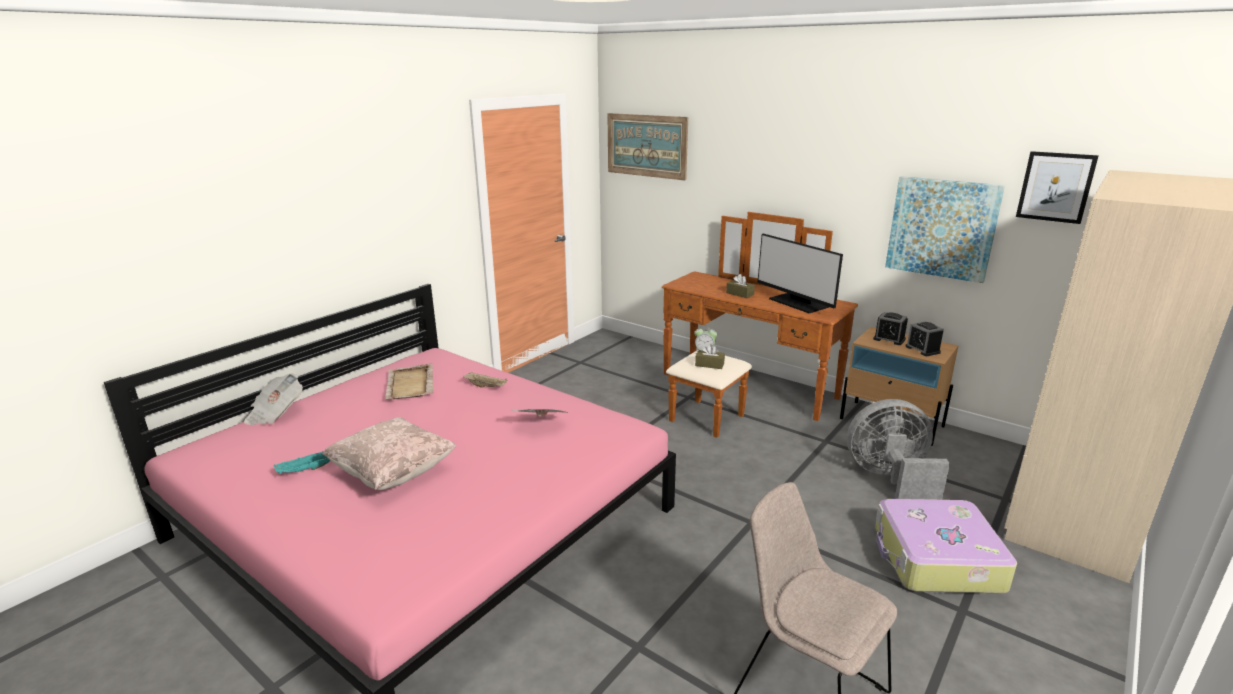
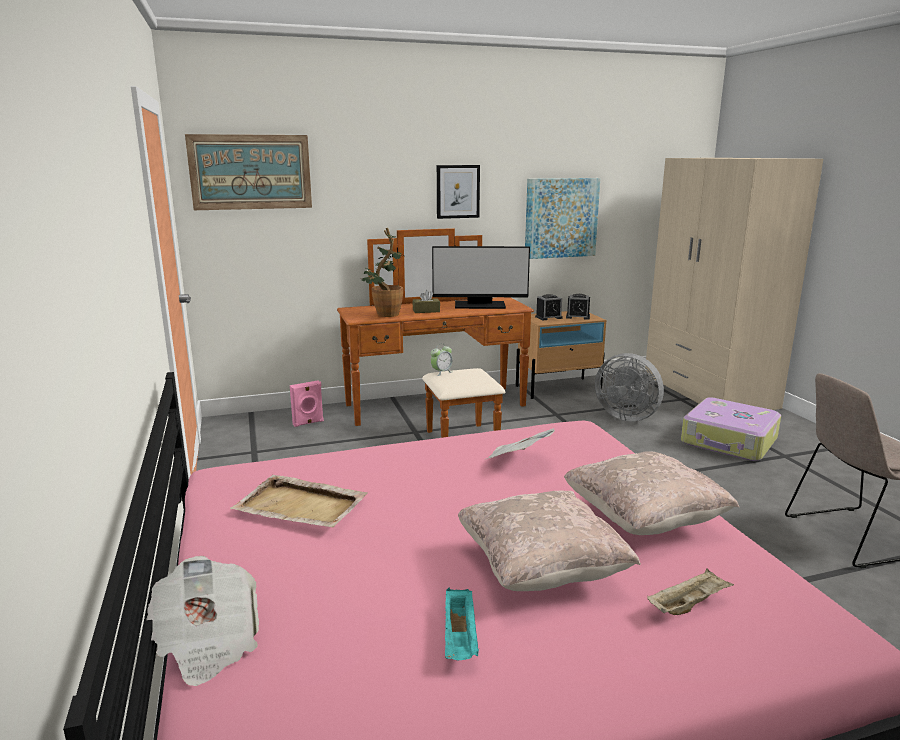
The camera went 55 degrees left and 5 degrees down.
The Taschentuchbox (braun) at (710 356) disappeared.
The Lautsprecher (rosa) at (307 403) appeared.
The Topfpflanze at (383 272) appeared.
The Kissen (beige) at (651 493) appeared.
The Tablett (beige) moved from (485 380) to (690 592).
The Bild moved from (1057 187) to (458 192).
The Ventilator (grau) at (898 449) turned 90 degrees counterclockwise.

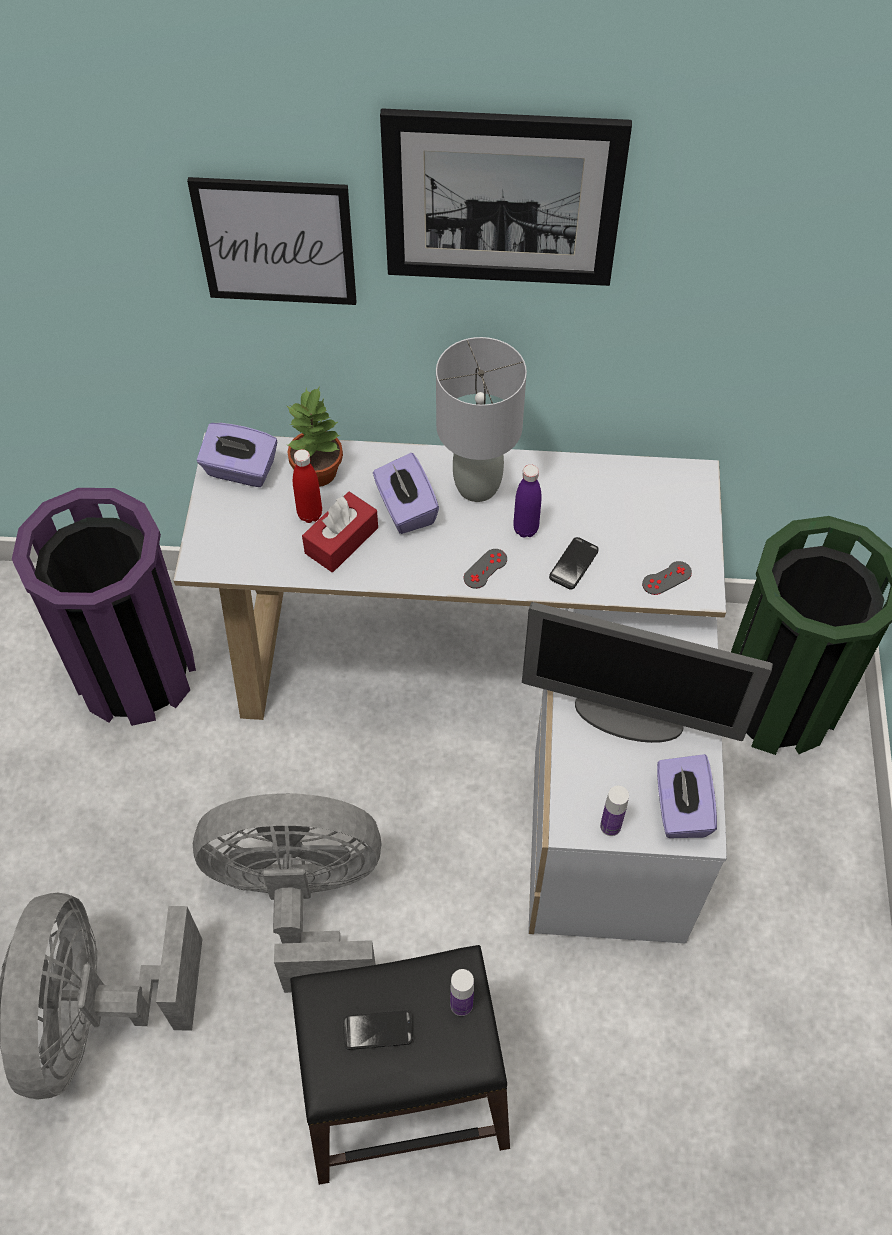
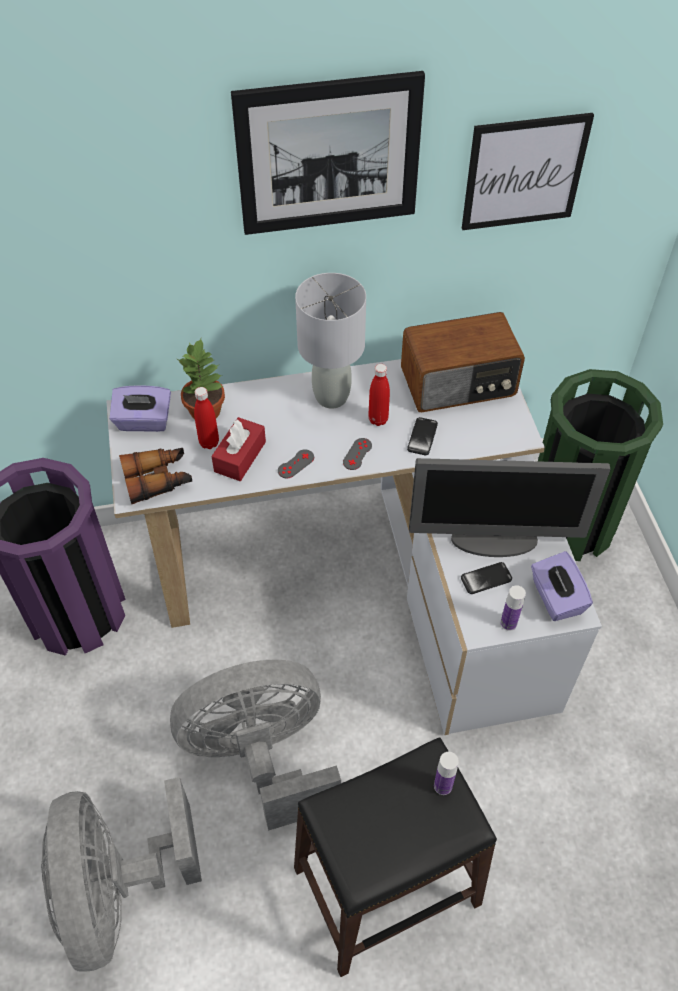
The camera went 15 degrees left and 5 degrees down.
The Taschentuchbox (lila) at (406 493) disappeared.
The Fernglas at (155 476) appeared.
The Radio at (463 362) appeared.
The Bild moved from (271 241) to (528 171).
The Handy moved from (378 1030) to (486 578).
The Gamepad (grau) moved from (667 578) to (296 463).
The Flasche (lila) at (527 500) became the Flasche (rot) at (379 395).

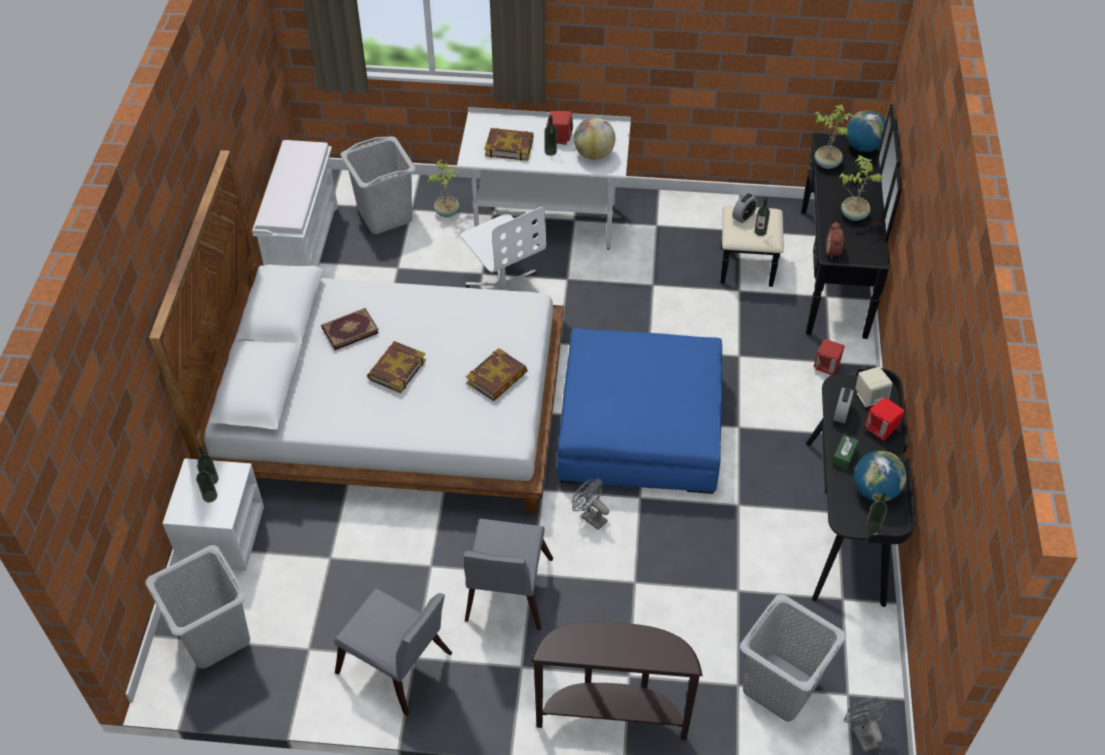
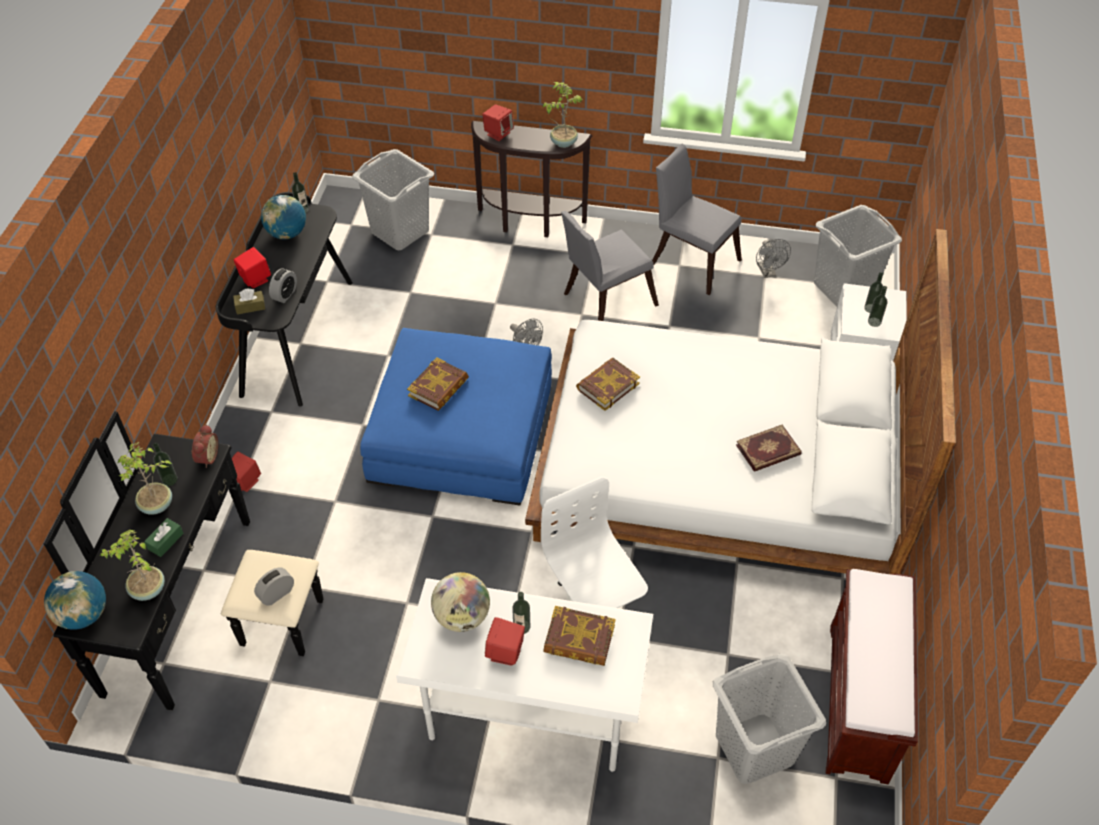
The camera went 175 degrees left and 0 degrees up.
The Lautsprecher (rot) at (498 122) appeared.
The Buch moved from (396 367) to (438 384).
The Topfpflanze moved from (444 188) to (562 115).
The Flasche moved from (762 216) to (165 464).
The Taschentuchbox (grün) moved from (845 452) to (164 537).
The Ventilator (grau) moved from (866 725) to (773 258).
The Lautsprecher (beige) at (874 387) was replaced by the Taschentuchbox (braun) at (249 301).
The Bank (weiß) at (295 203) became the Bank (braun) at (872 676).
The Stuhl (grau) at (508 574) turned 135 degrees counterclockwise.

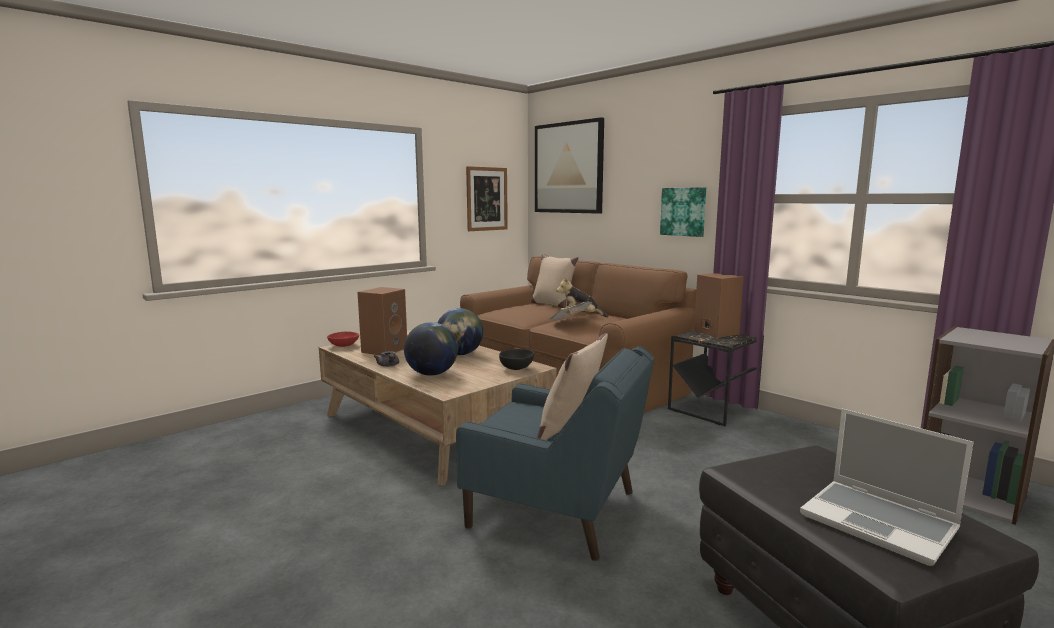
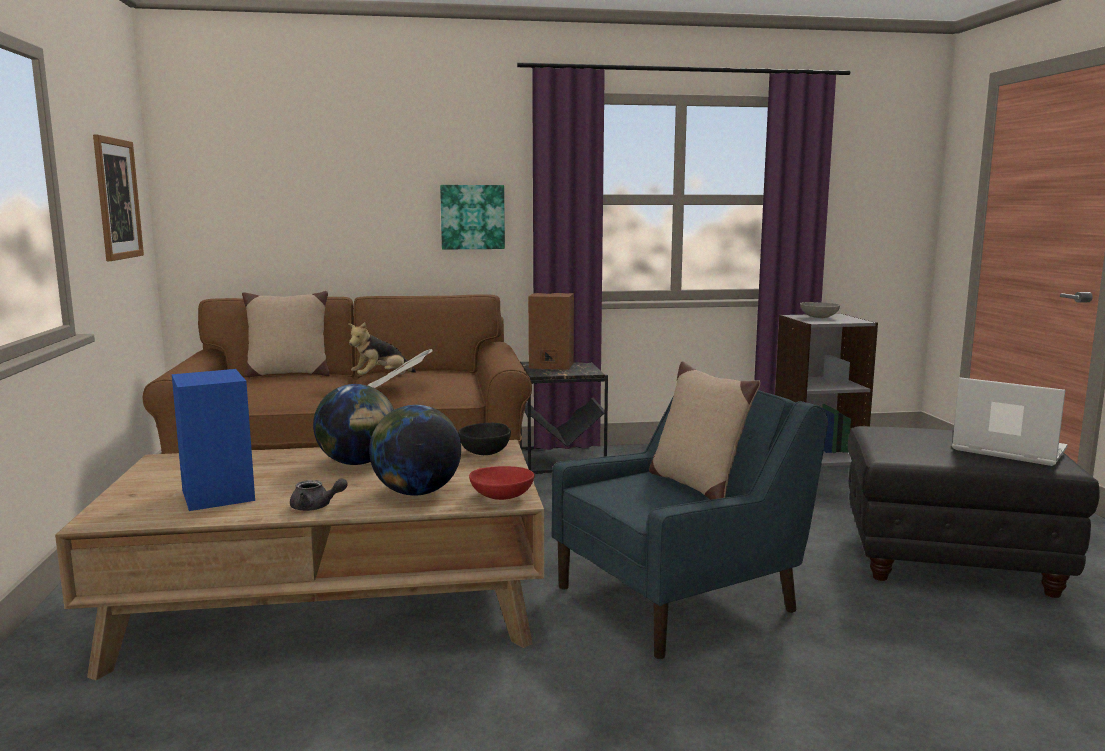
The camera went 55 degrees left and 0 degrees up.
The Bild at (569 165) disappeared.
The Schüssel (grau) at (820 310) appeared.
The Schüssel (rot) moved from (343 339) to (501 483).
The Lautsprecher (braun) at (382 321) became the Lautsprecher (blau) at (213 440).
The Laptop at (887 487) turned 135 degrees counterclockwise.

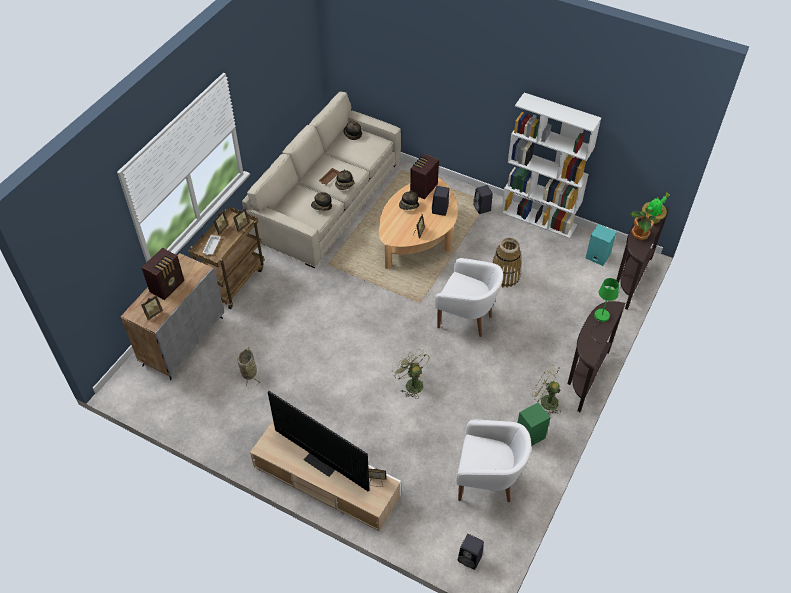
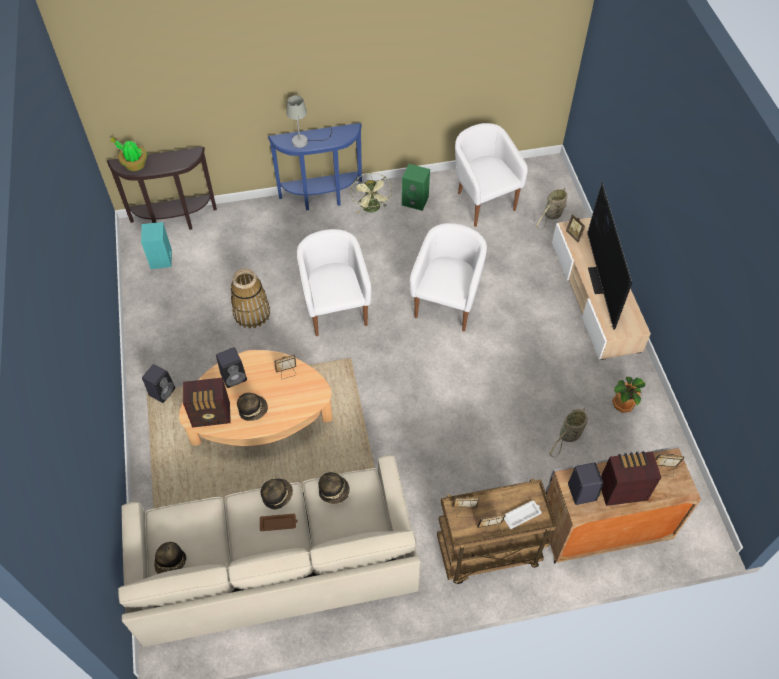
The camera went 130 degrees left and 5 degrees up.
The Bücherregal (weiß) at (551 166) disappeared.
The Korb at (551 208) appeared.
The Lautsprecher (schwarz) moved from (471 552) to (585 483).
The Topfpflanze moved from (643 224) to (628 395).
The Ventilator (grün) at (410 374) was replaced by the Sessel (weiß) at (448 277).
The Konsolentisch (braun) at (597 356) became the Konsolentisch (blau) at (315 167).
The Tischlampe (grün) at (605 311) became the Tischlampe (grau) at (309 121).

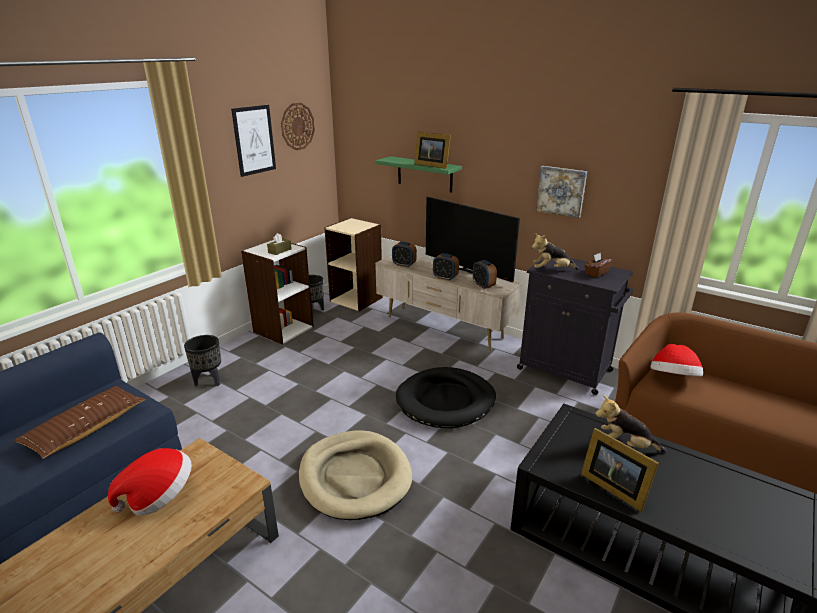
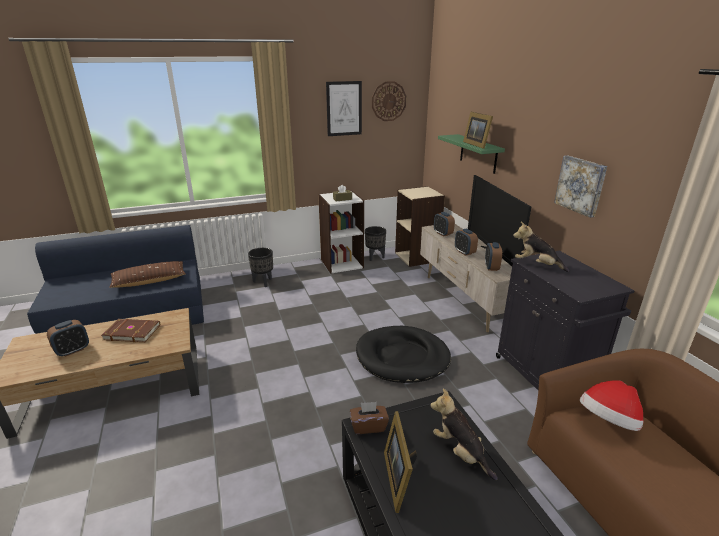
The camera went 35 degrees right and 0 degrees up.
The Hundebett (beige) at (355 475) disappeared.
The Wecker at (68 338) appeared.
The Taschentuchbox (braun) moved from (598 265) to (369 418).
The Hut at (150 482) was replaced by the Buch (braun) at (130 330).

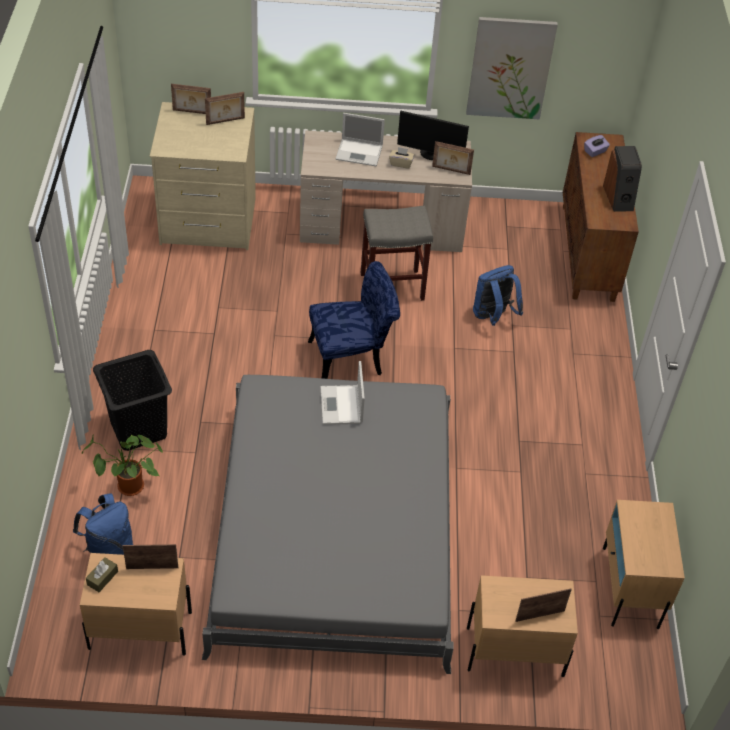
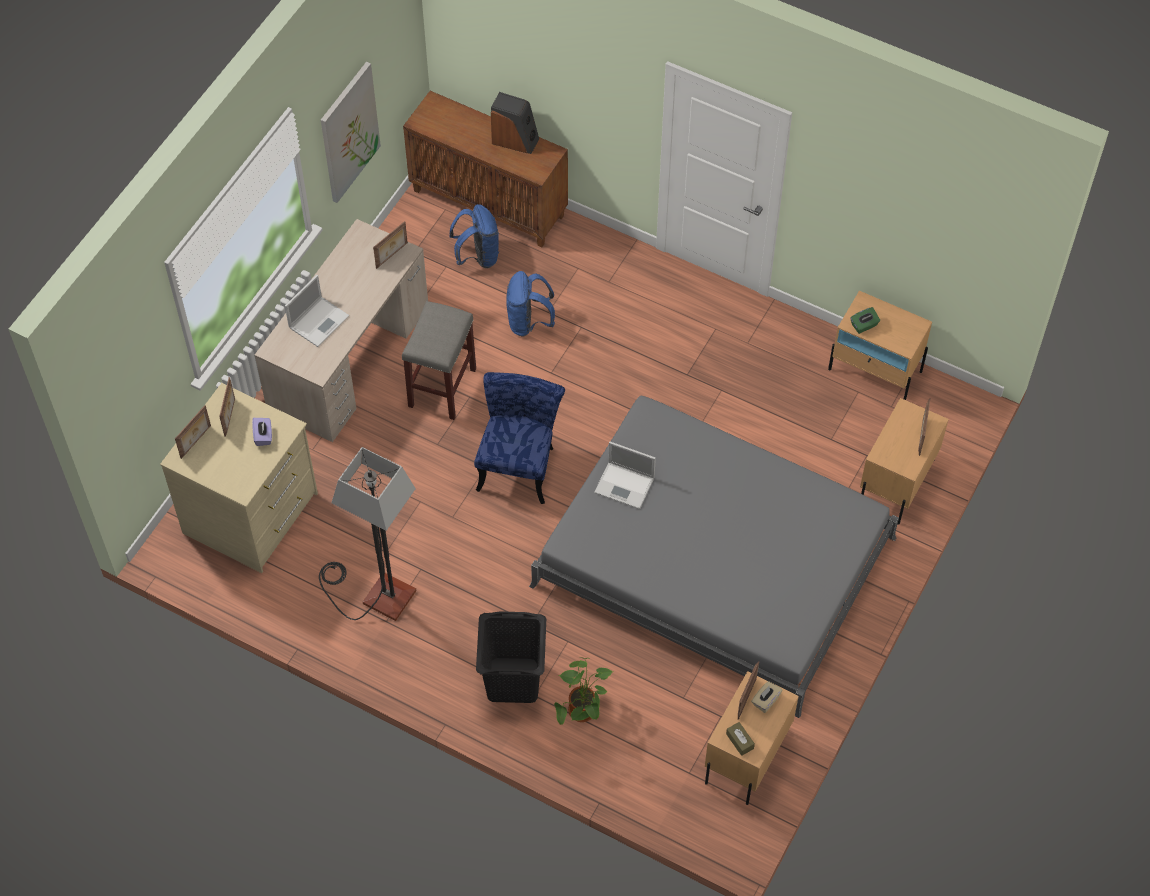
The camera went 60 degrees left and 10 degrees up.
The Monitor at (433 135) disappeared.
The Stehlampe at (367 534) appeared.
The Taschentuchbox (grün) at (865 320) appeared.
The Rucksack (blau) moved from (103 524) to (474 236).
The Taschentuchbox (beige) moved from (401 158) to (766 697).
The Taschentuchbox (lila) moved from (597 146) to (262 432).

